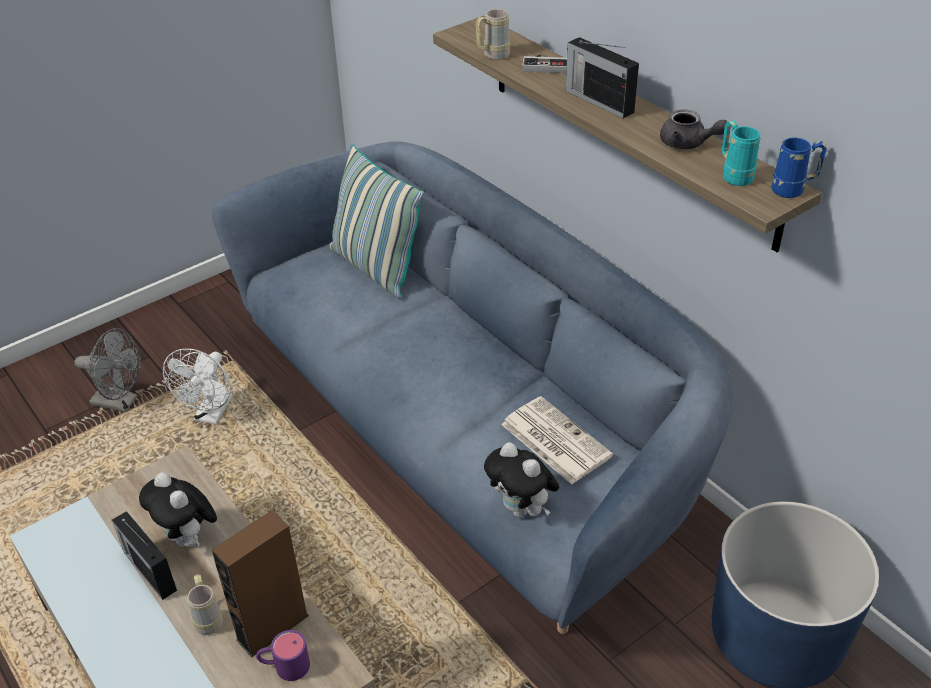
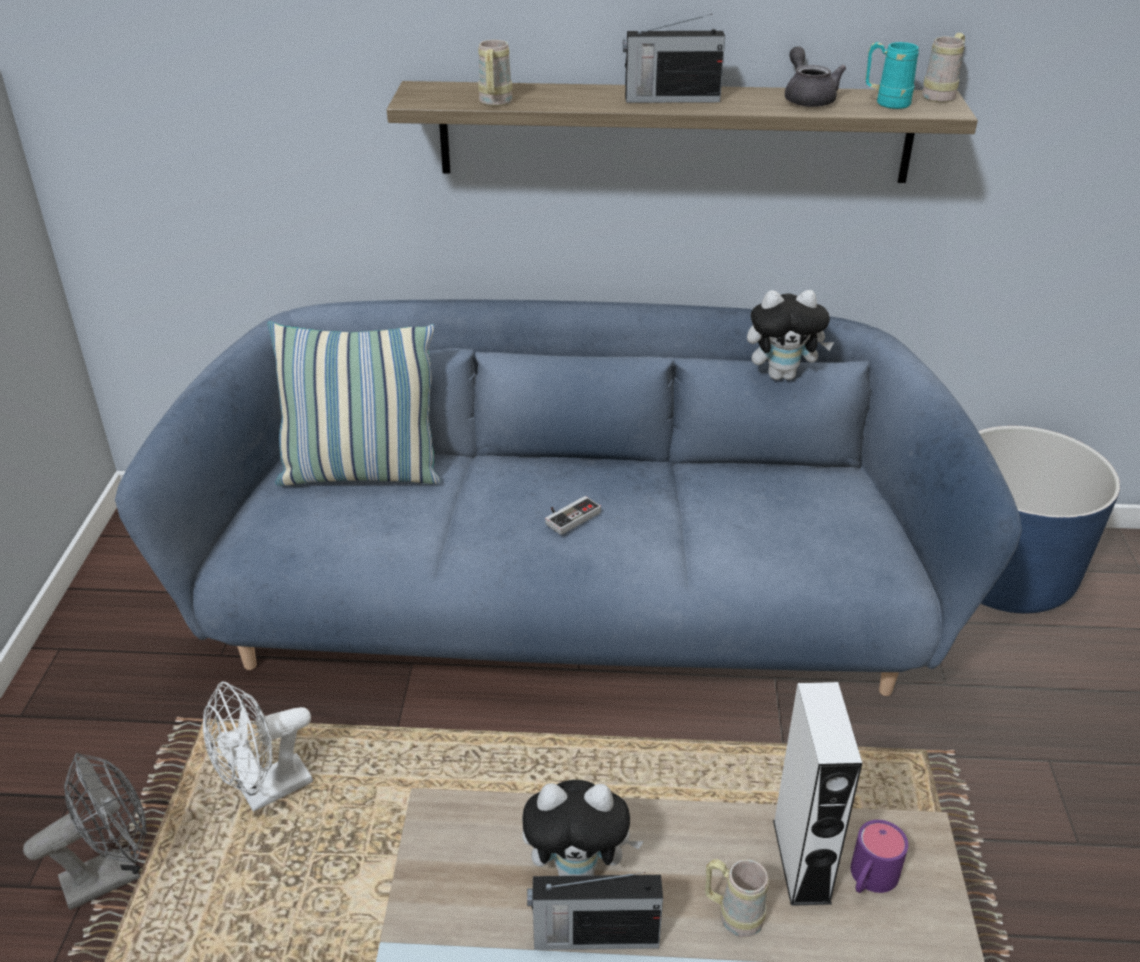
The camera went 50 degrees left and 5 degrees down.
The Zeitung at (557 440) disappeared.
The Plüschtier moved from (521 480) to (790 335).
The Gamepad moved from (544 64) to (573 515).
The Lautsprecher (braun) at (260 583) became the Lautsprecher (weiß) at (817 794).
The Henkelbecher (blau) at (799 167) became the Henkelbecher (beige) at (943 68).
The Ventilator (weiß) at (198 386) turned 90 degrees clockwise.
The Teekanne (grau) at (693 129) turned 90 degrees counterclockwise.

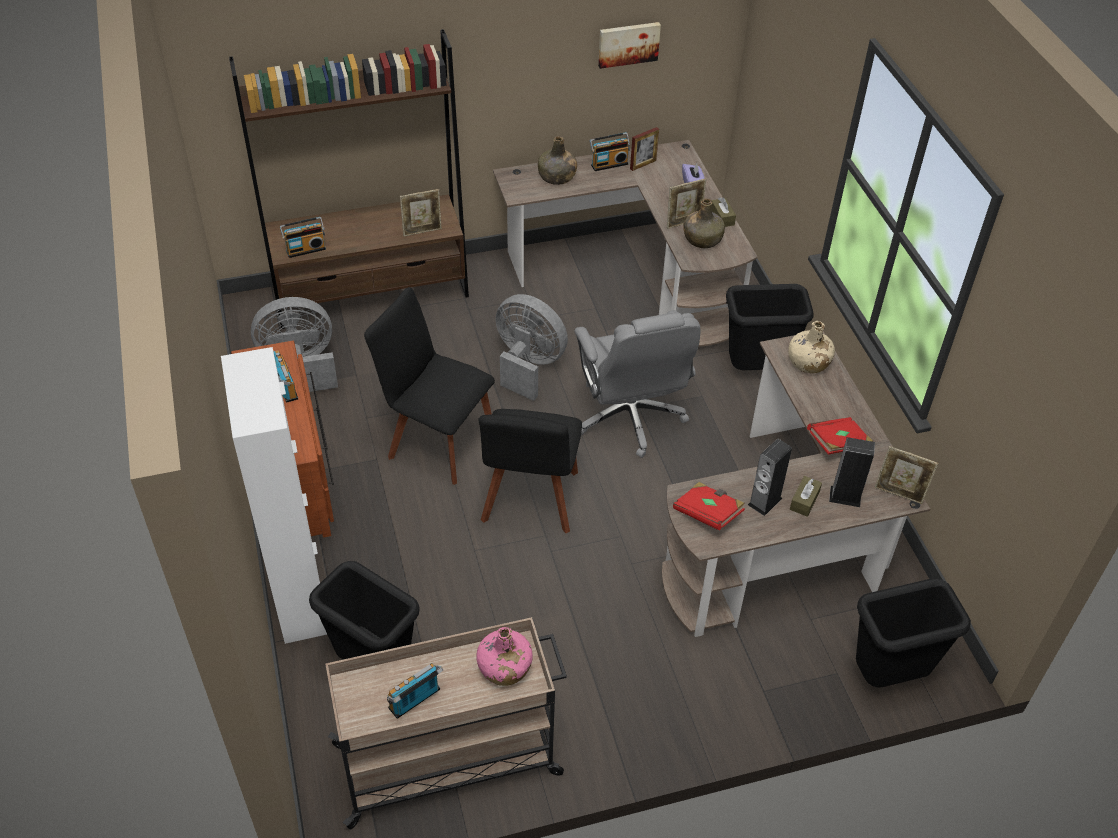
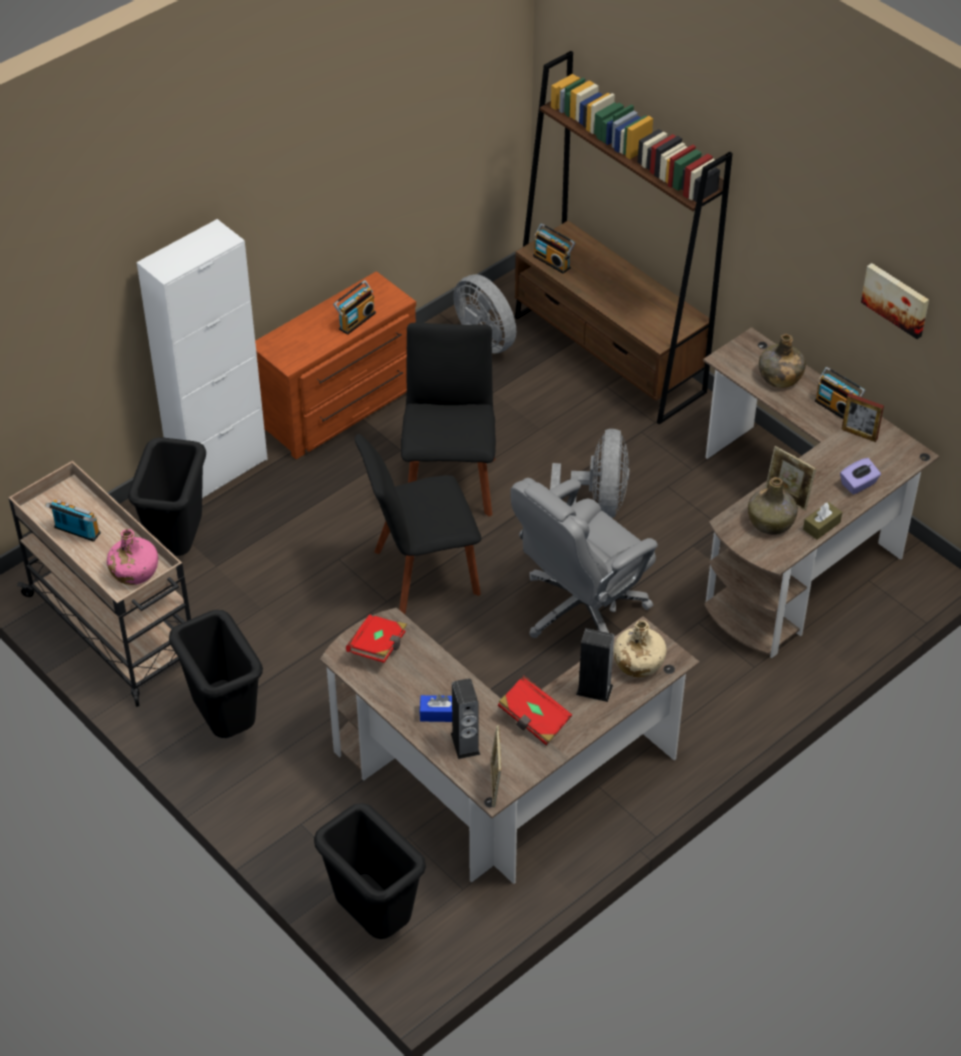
The camera went 65 degrees right and 0 degrees up.
The Bilderrahmen at (421 212) disappeared.
The Mülleimer (schwarz) moved from (770 327) to (216 674).
The Lautsprecher moved from (770 477) to (595 665).
The Taschentuchbox (braun) at (806 496) became the Taschentuchbox (blau) at (436 708).

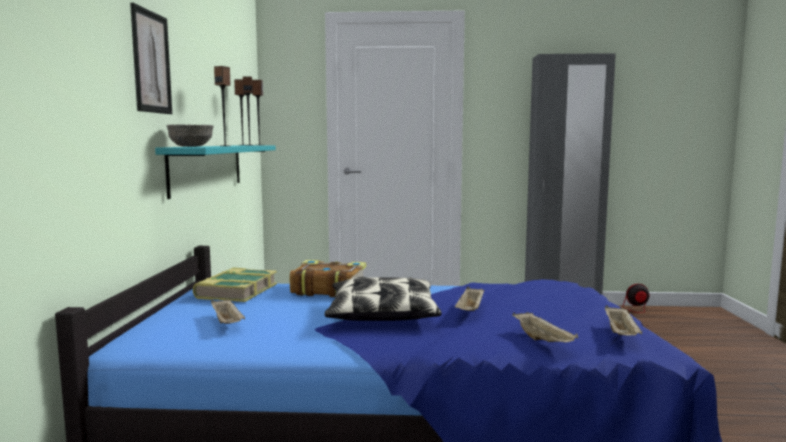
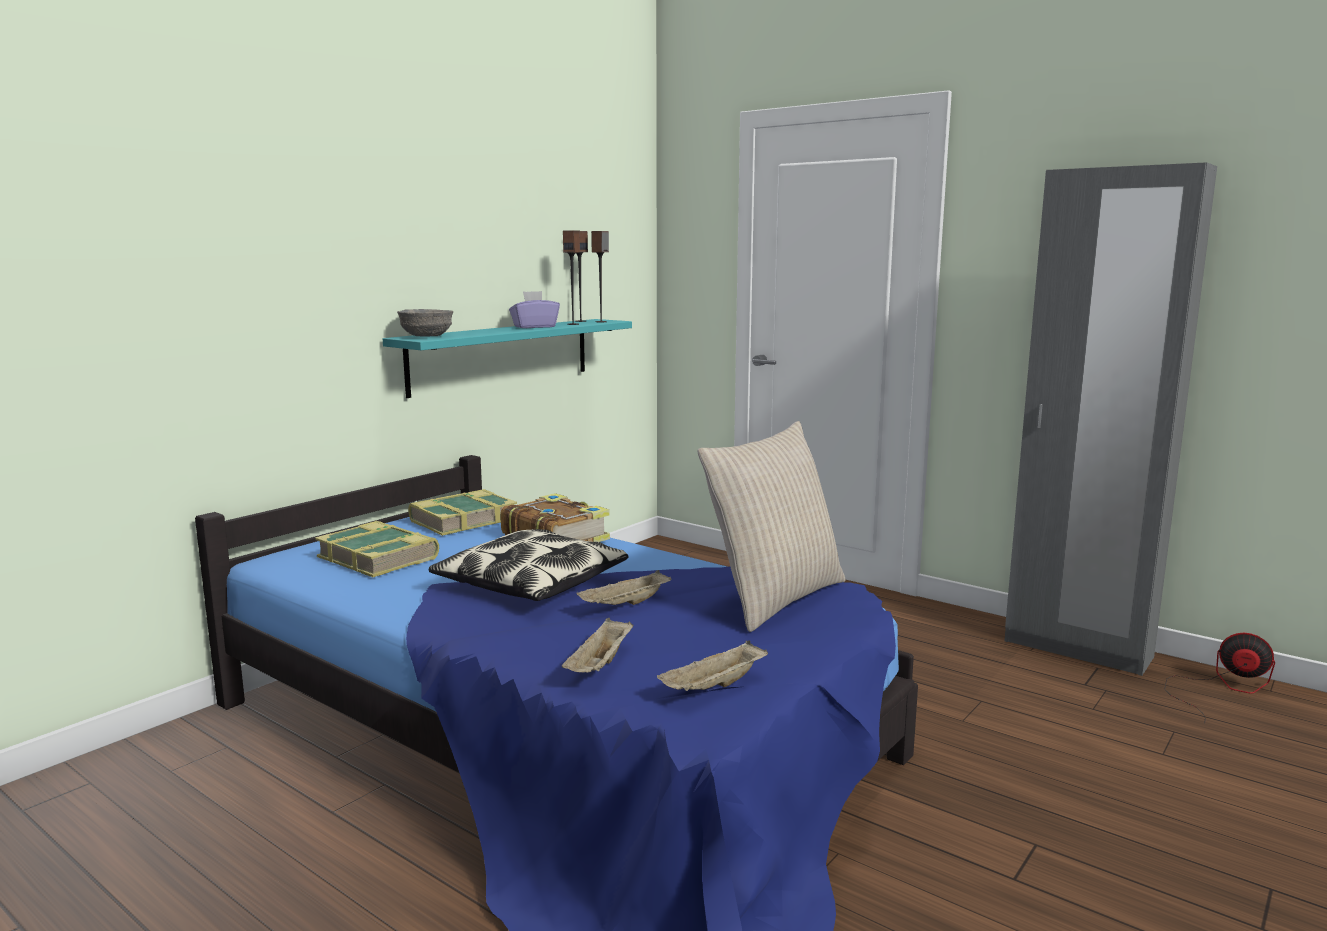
The camera went 35 degrees right and 5 degrees up.
The Bild at (151 58) disappeared.
The Lautsprecher at (222 106) disappeared.
The Taschentuchbox (lila) at (534 309) appeared.
The Kissen (beige) at (771 526) appeared.
The Tablett (beige) at (228 311) was replaced by the Buch at (377 549).

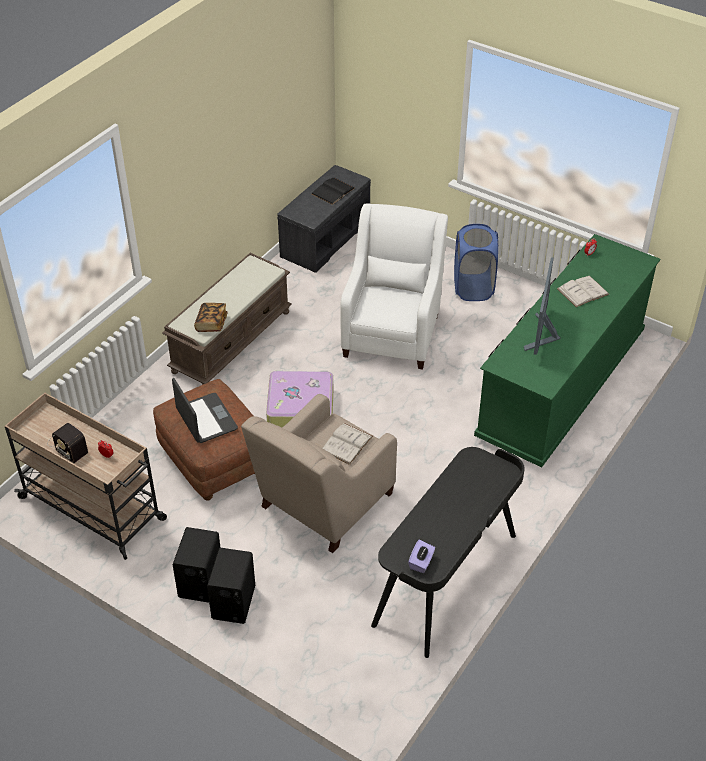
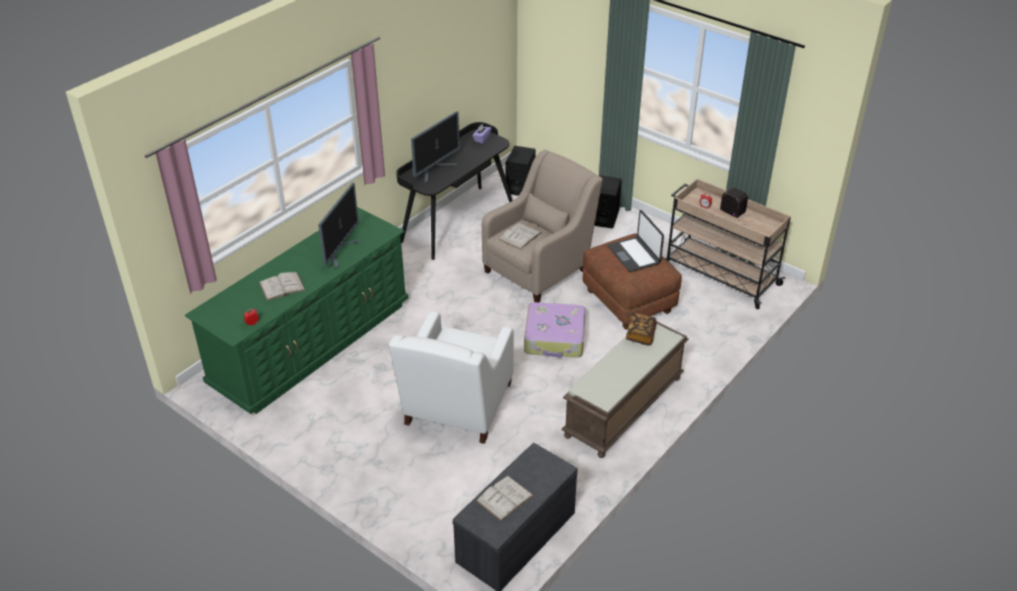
The camera went 175 degrees left and 5 degrees down.
The Wäschekorb (blau) at (476 262) disappeared.
The Monitor at (435 147) appeared.
The Lautsprecher (schwarz) moved from (196 565) to (521 171).
The Buch (schwarz) at (333 191) became the Buch (weiß) at (505 498).

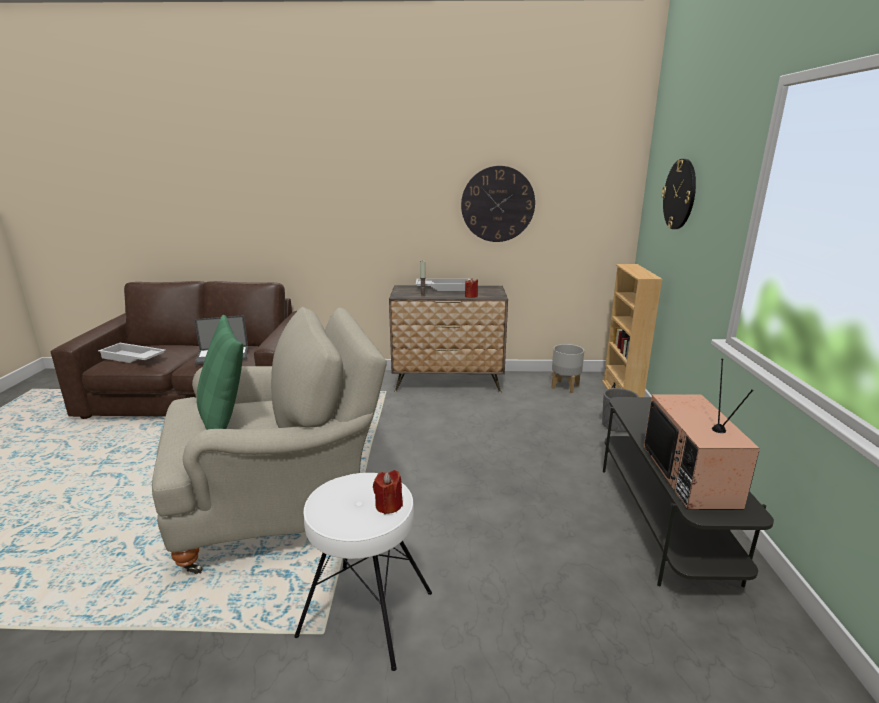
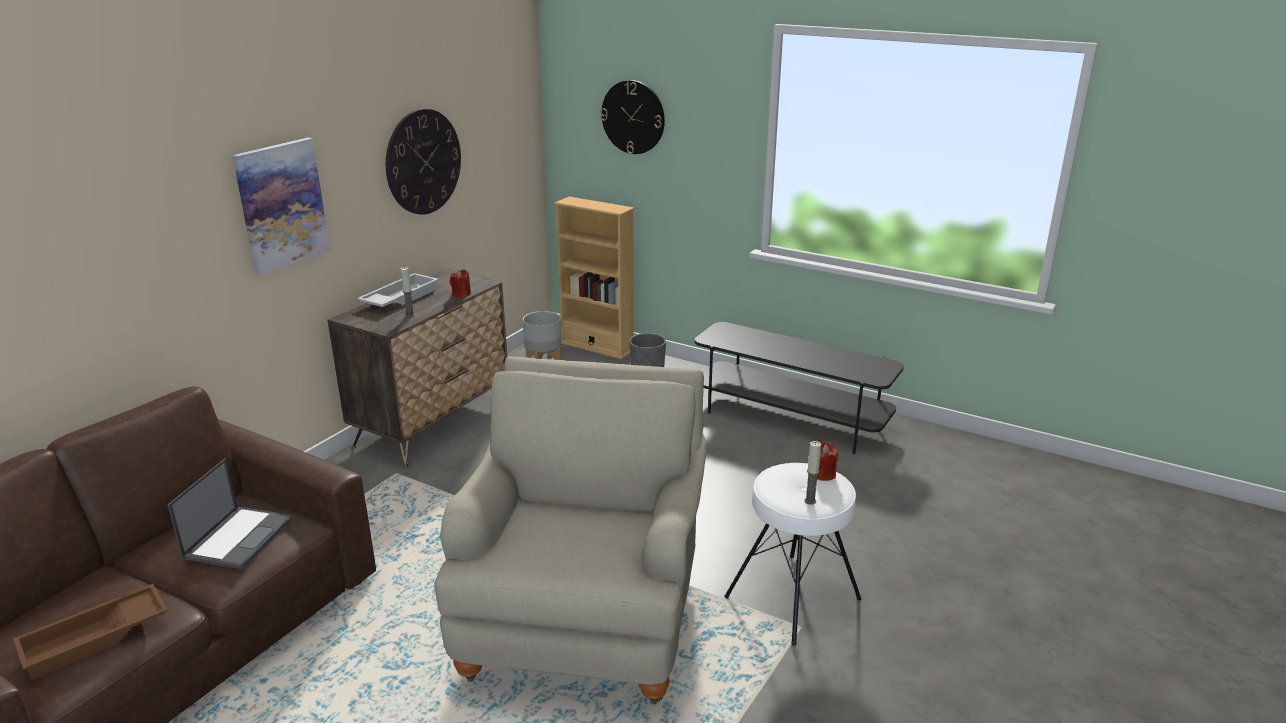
The camera went 60 degrees left and 5 degrees up.
The Kissen (grün) at (220 372) disappeared.
The Fernseher at (702 434) disappeared.
The Bild at (281 206) appeared.
The Kerze at (812 473) appeared.
The Tablett (weiß) at (132 353) became the Tablett (braun) at (90 632).

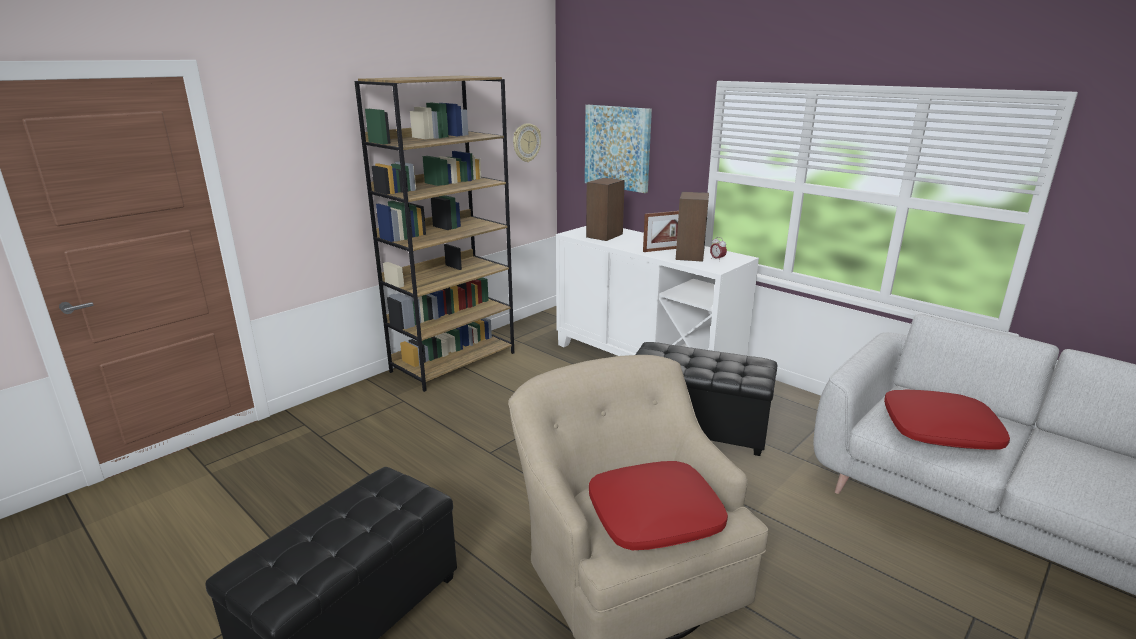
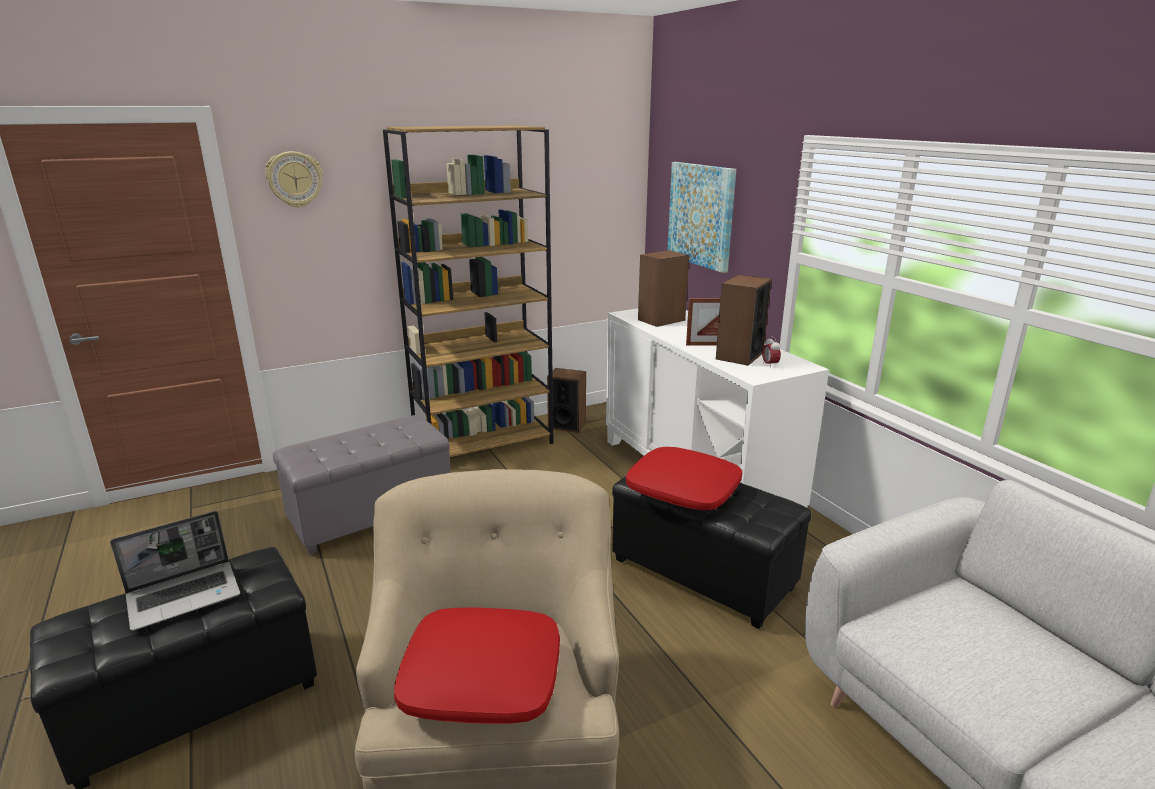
The camera went 20 degrees right and 0 degrees up.
The Laptop at (175 571) appeared.
The Polsterhocker (grau) at (362 485) appeared.
The Lautsprecher at (566 400) appeared.
The Wanduhr moved from (527 142) to (294 179).
The Kissen (rot) moved from (947 420) to (684 478).

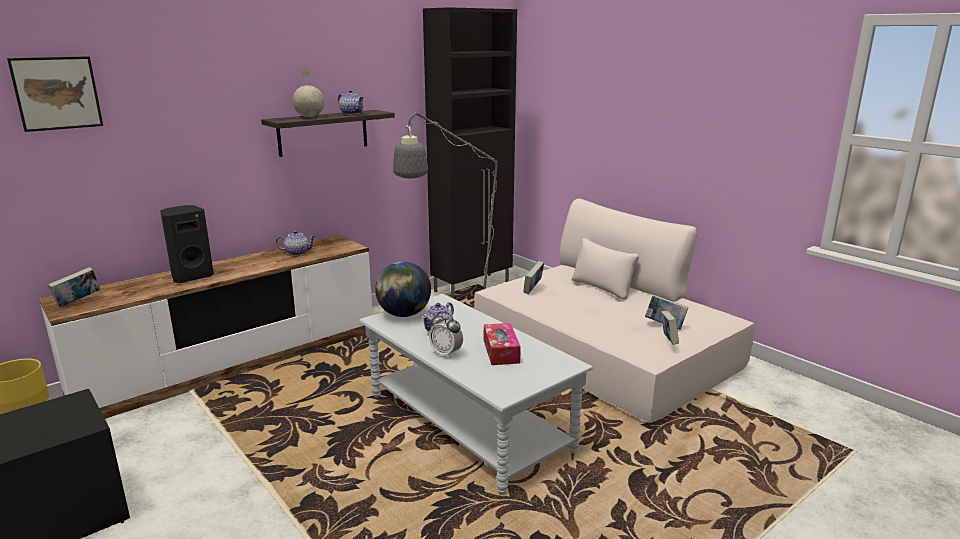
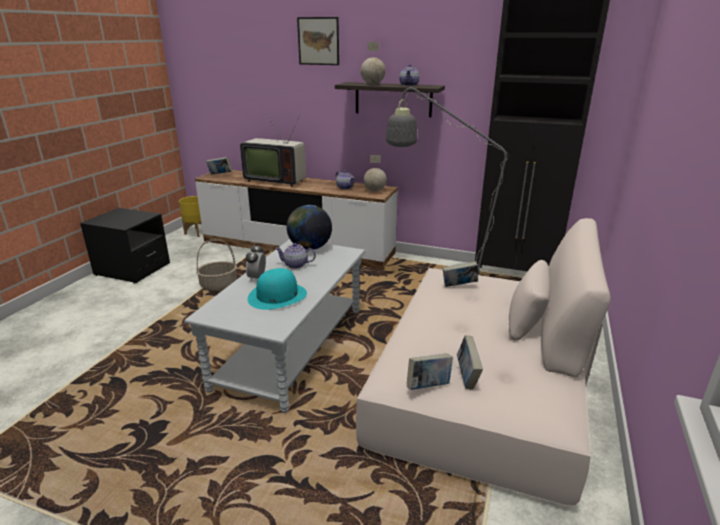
The camera went 60 degrees right and 5 degrees up.
The Korb at (216 265) appeared.
The Globus at (375 173) appeared.
The Bild moved from (55 94) to (318 41).
The Lautsprecher (schwarz) at (187 244) was replaced by the Fernseher at (273 150).
The Taschentuchbox at (502 344) was replaced by the Hut (türkis) at (277 289).

